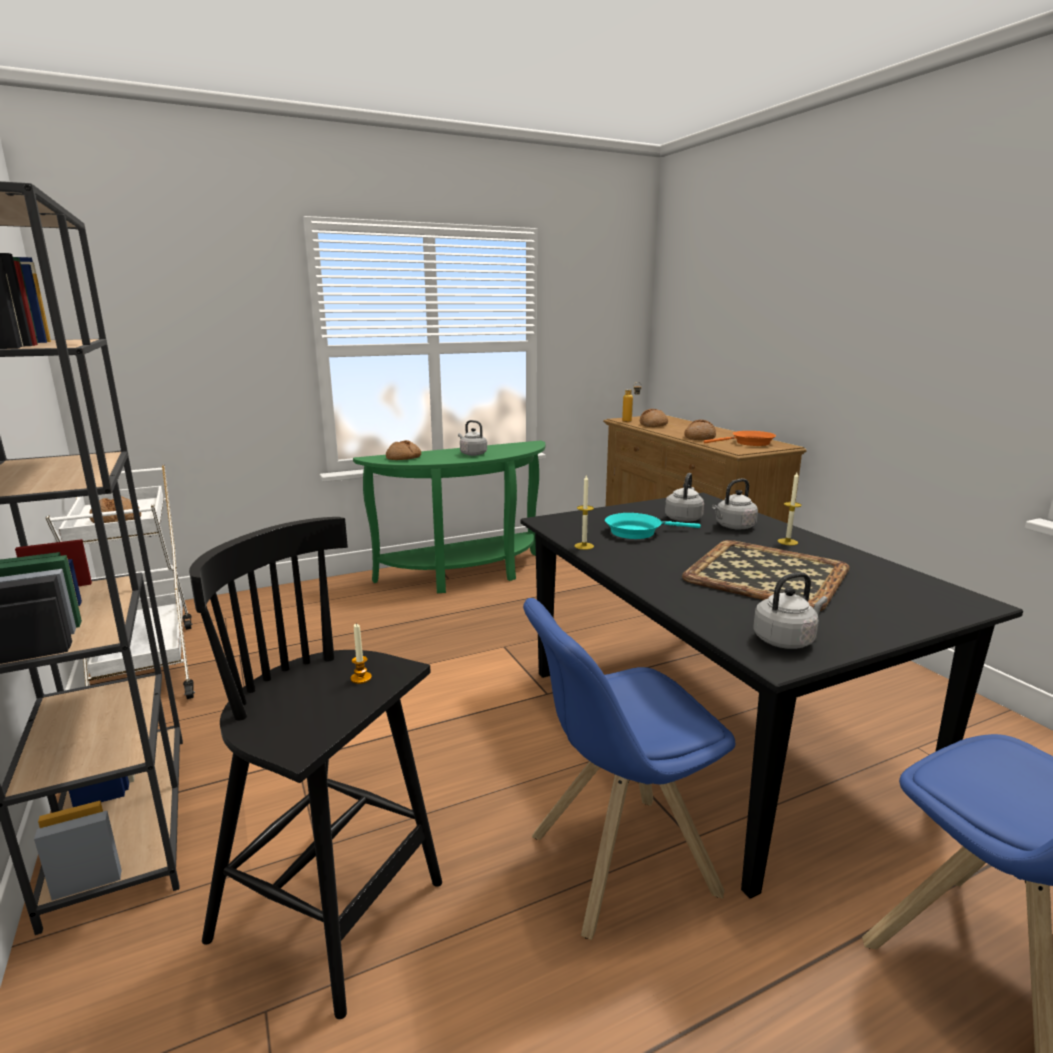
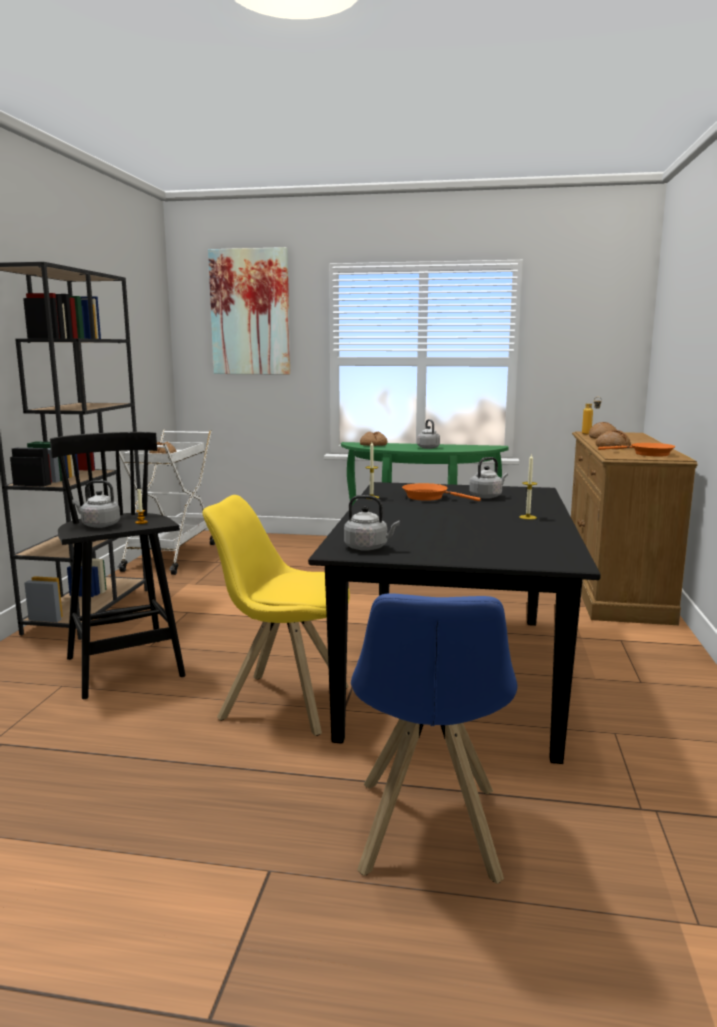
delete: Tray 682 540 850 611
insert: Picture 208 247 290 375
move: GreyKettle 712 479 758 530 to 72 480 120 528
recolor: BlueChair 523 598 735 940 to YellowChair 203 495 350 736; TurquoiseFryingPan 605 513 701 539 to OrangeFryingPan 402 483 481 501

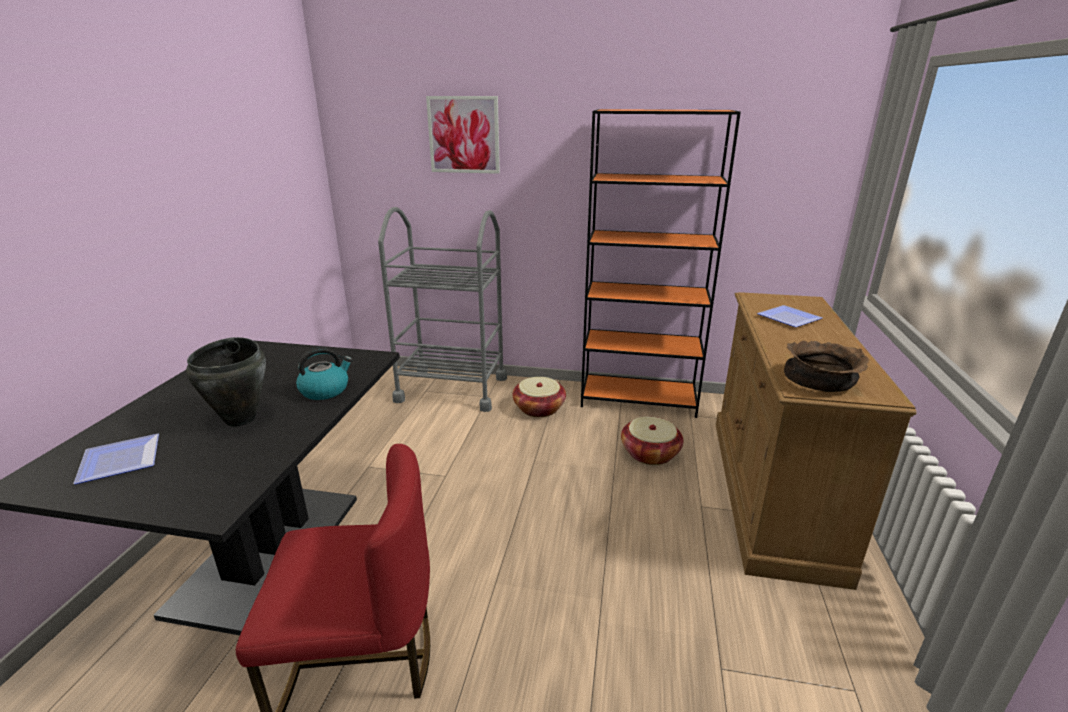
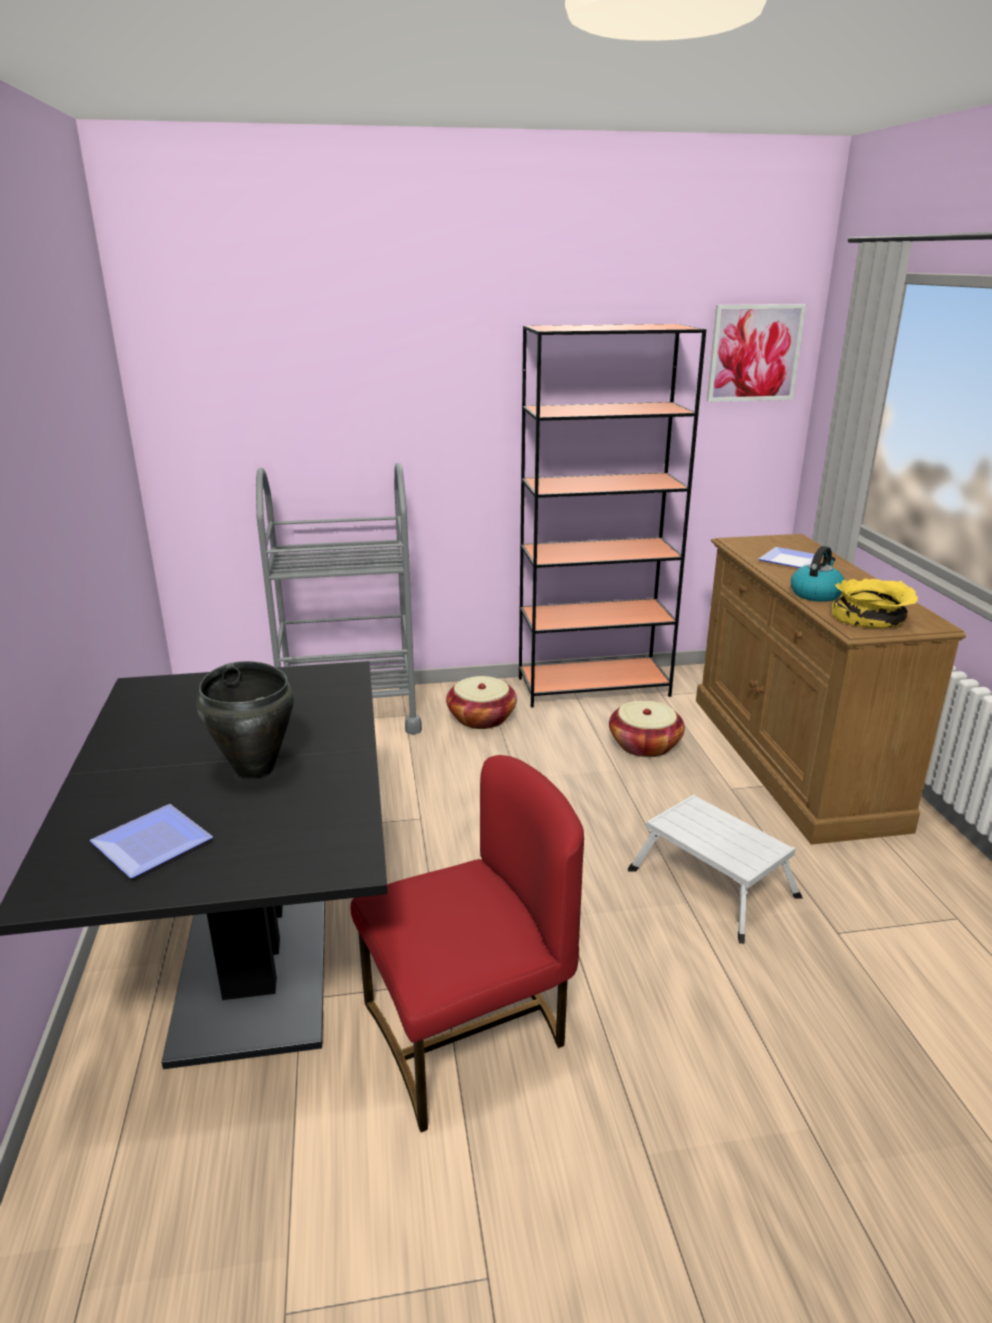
insert: WhiteStepLadder 628 795 803 944
move: Kettle 296 347 353 400 to 791 546 845 602; Picture 426 96 500 174 to 707 304 806 402
recolor: BrownBowl 784 341 869 392 to YellowBowl 832 579 918 629

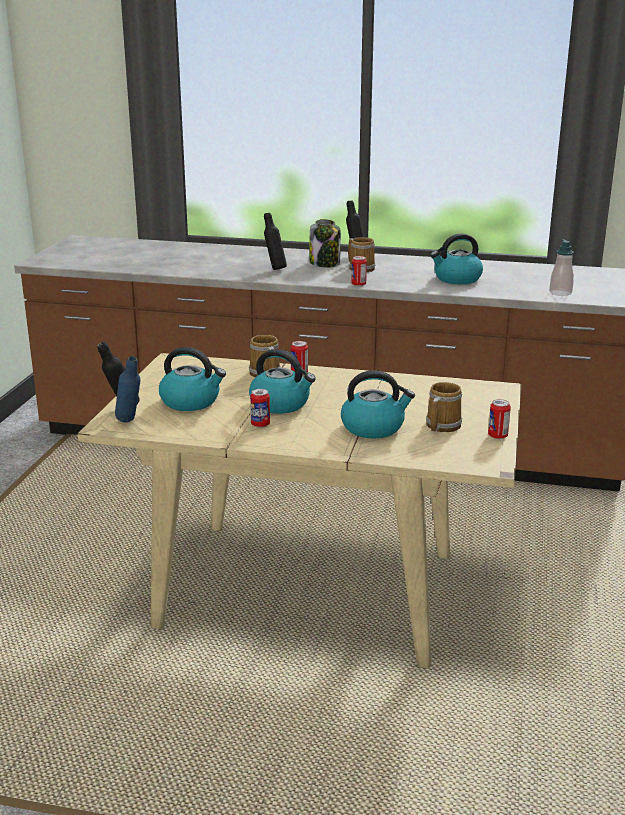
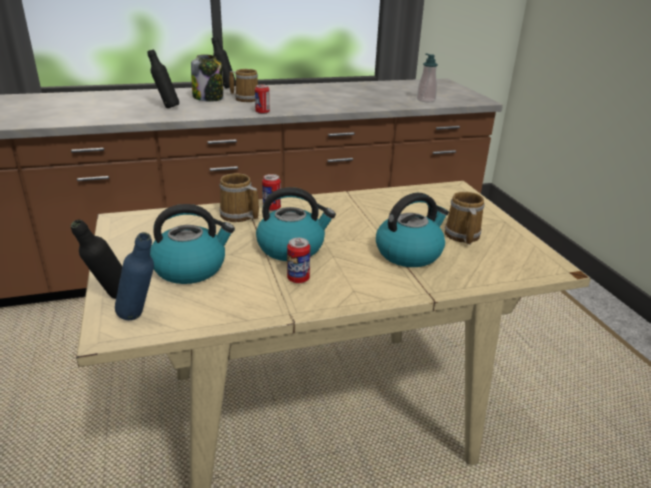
delete: Kettle 431 234 483 284; Can 488 399 511 439

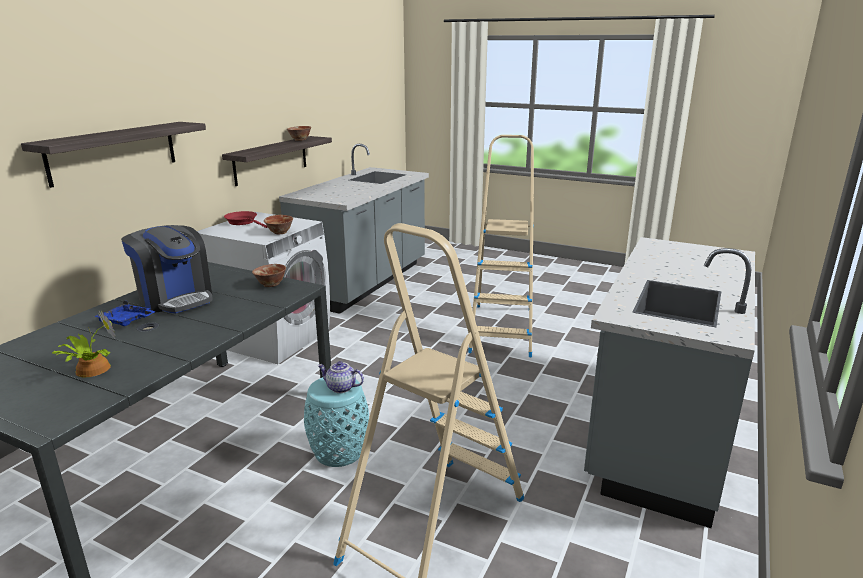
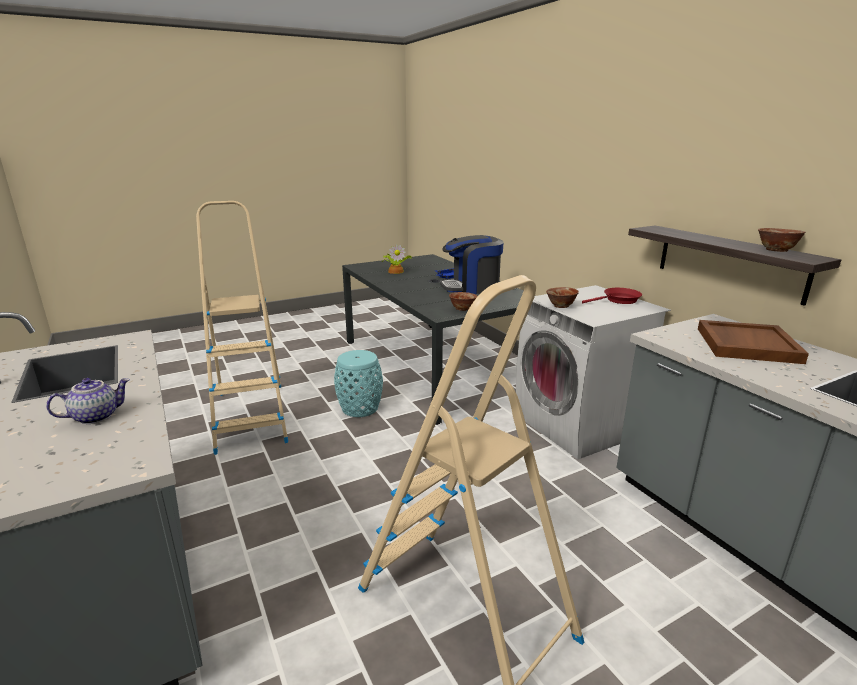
delete: Shelf 21 122 206 188
insert: BrownTray 698 320 809 364
move: Teapot 317 361 364 393 to 46 378 130 424

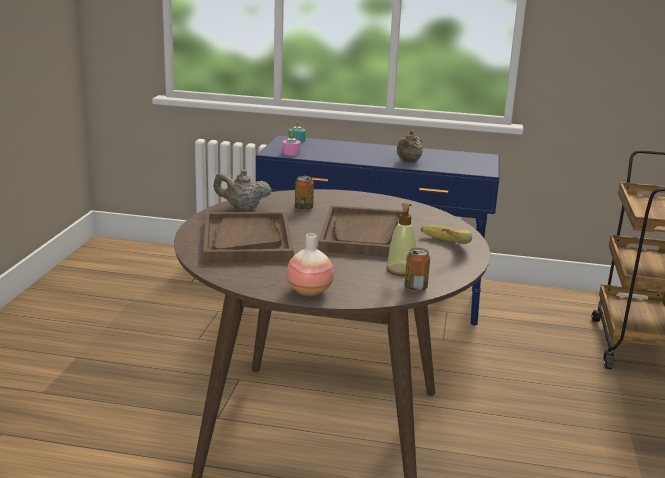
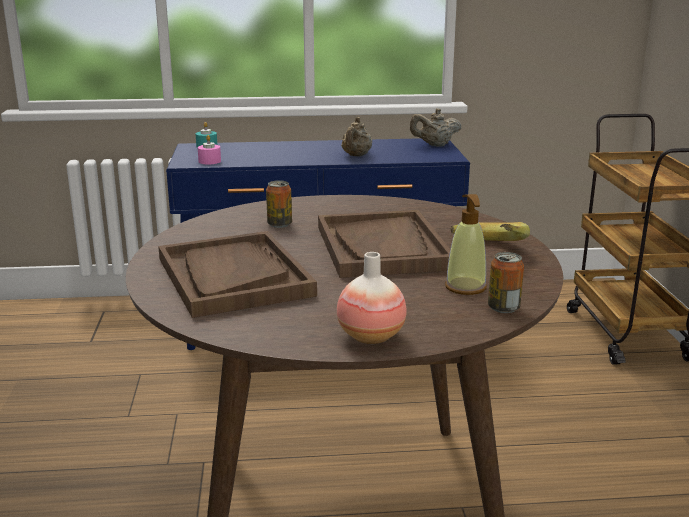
move: BeigeTeapot 214 169 272 211 to 410 108 462 147

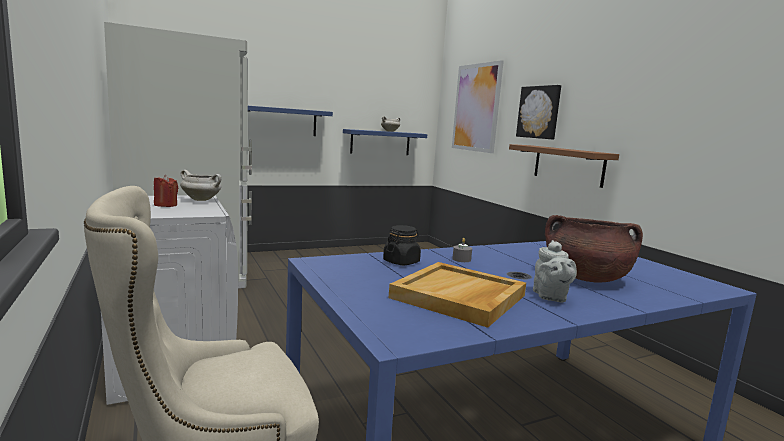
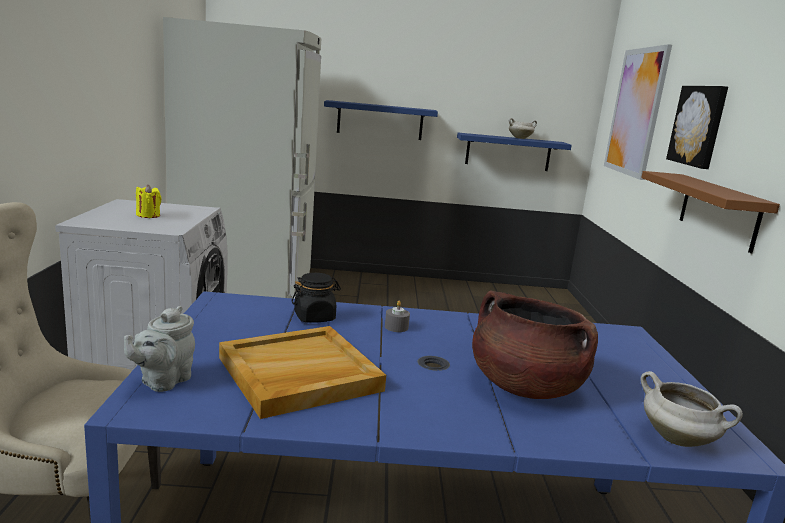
move: WhiteCookingPot 180 170 221 201 to 640 371 743 447; GreyTeapot 533 240 577 303 to 124 306 195 392
recolor: RedCandle 154 175 178 207 to YellowCandle 136 184 161 218

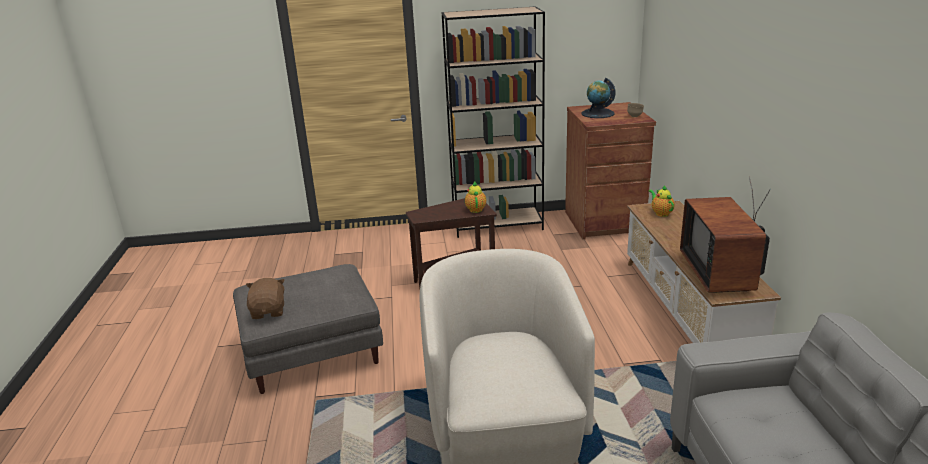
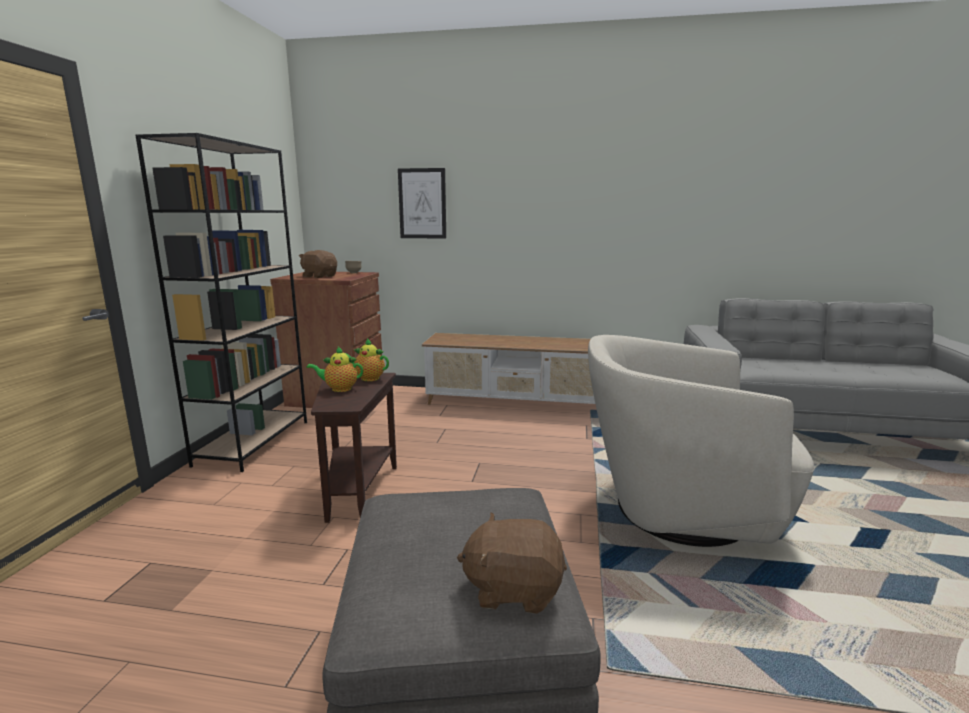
delete: Television 680 177 771 293
insert: Picture 398 168 446 239
move: Teapot 649 185 675 217 to 306 347 363 392
replace: Globe 581 78 616 118 to BrownPlushToy 299 250 337 278

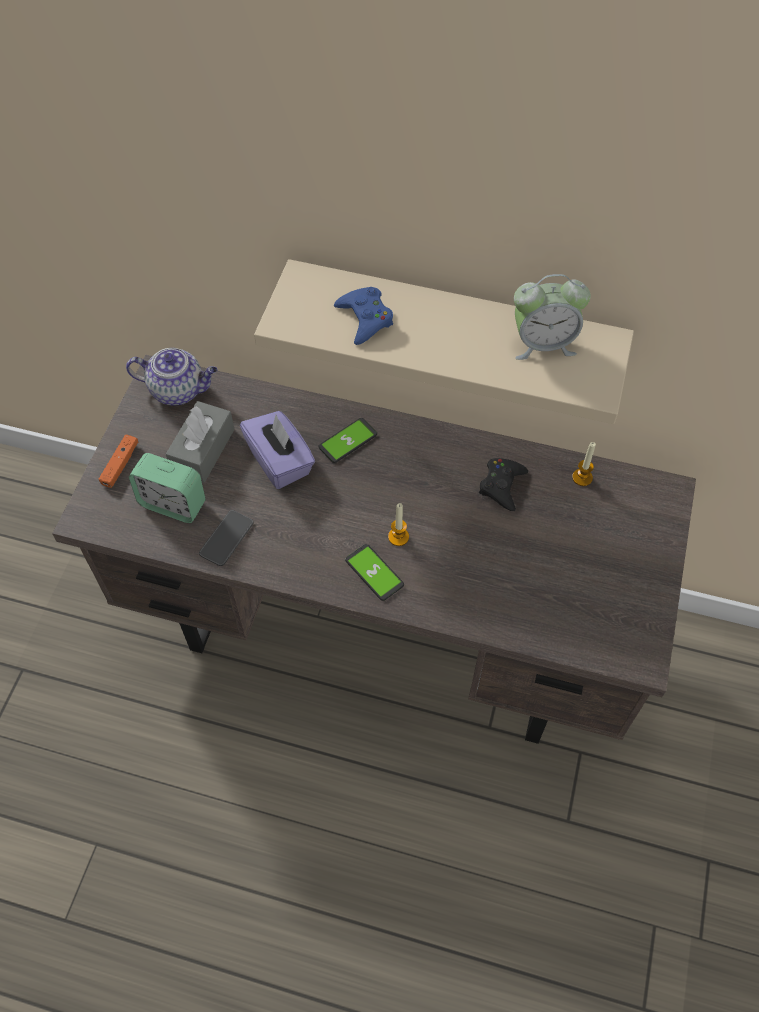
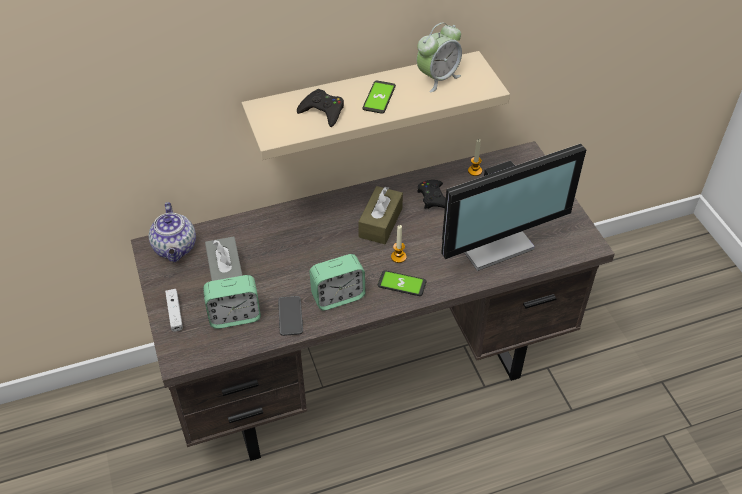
delete: PurpleTissueBox 240 411 315 489
insert: AlarmClock 309 254 366 311; BrownTissueBox 358 186 403 244; Monitor 441 143 586 271
move: Phone 318 418 377 463 to 362 80 396 114
recolor: OrangeGameController 99 435 138 488 to WhiteGameController 165 289 183 332; BlueGameController 334 287 393 345 to BlackGameController 297 89 344 127
rotate: Teapot 126 348 218 406 = 148 202 196 262 105 degrees clockwise

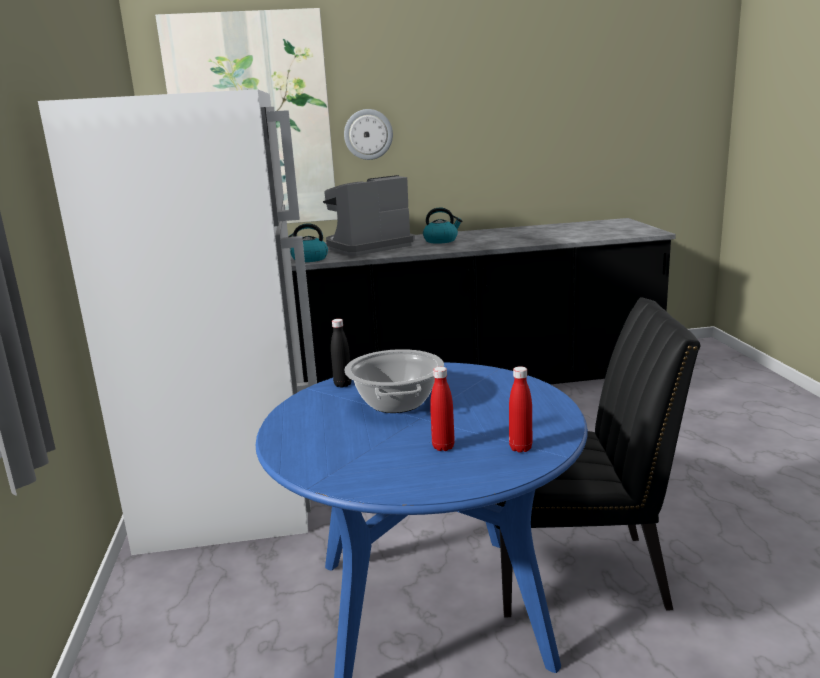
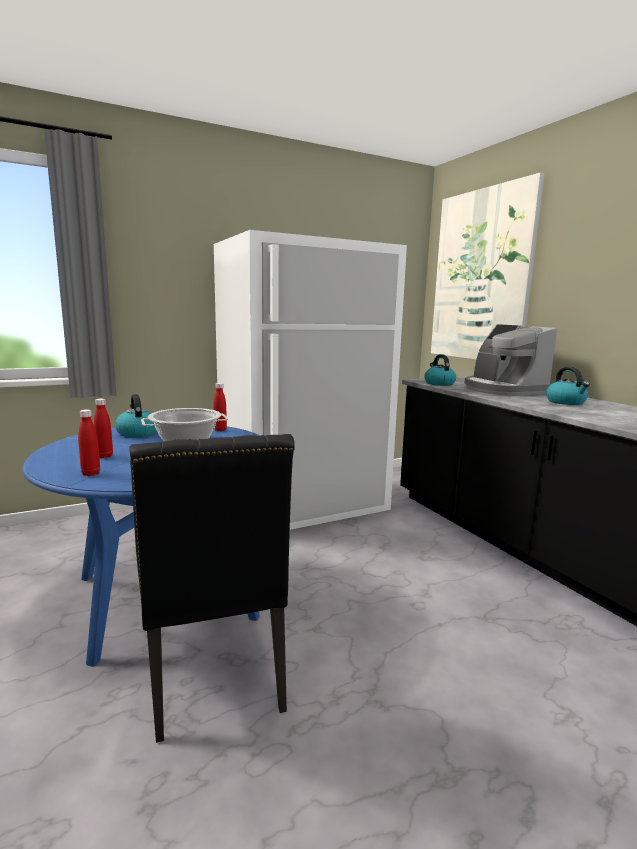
delete: WallClock 344 109 393 160
insert: Kettle 115 394 157 437
recolor: BlackBottle 331 319 352 388 to RedBottle 213 383 227 431
rotate: CoffeeMachine 323 175 415 256 = 464 324 557 396 150 degrees counterclockwise

